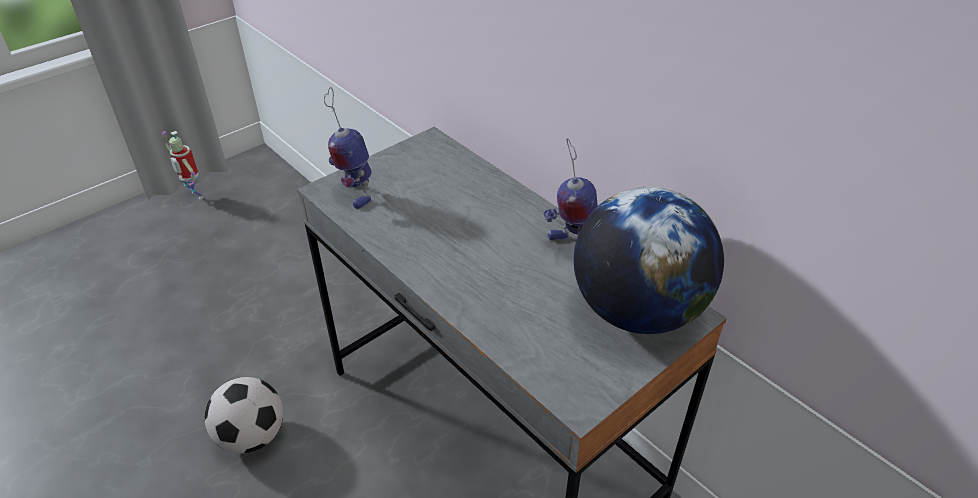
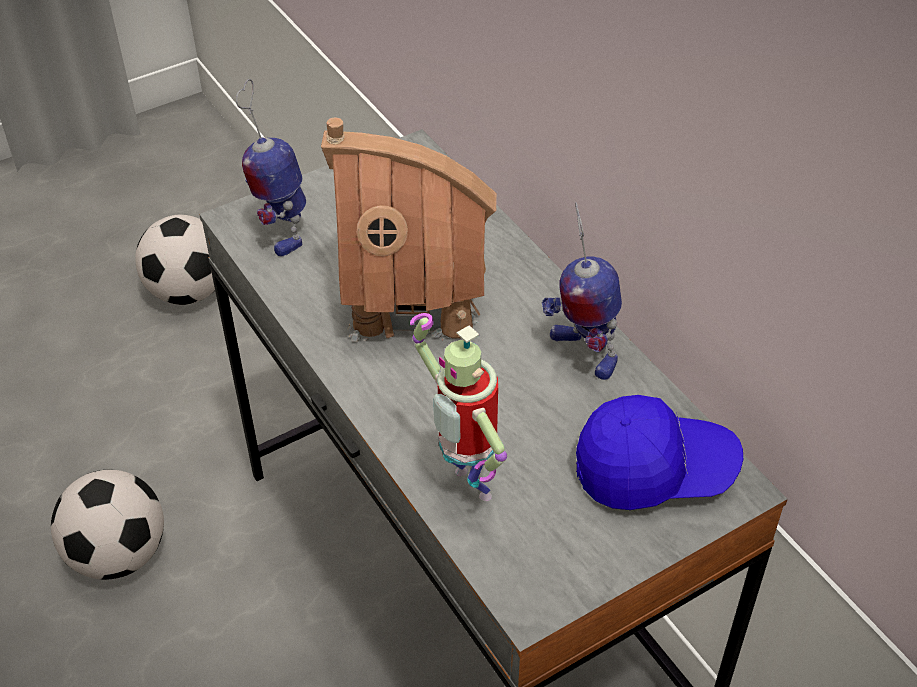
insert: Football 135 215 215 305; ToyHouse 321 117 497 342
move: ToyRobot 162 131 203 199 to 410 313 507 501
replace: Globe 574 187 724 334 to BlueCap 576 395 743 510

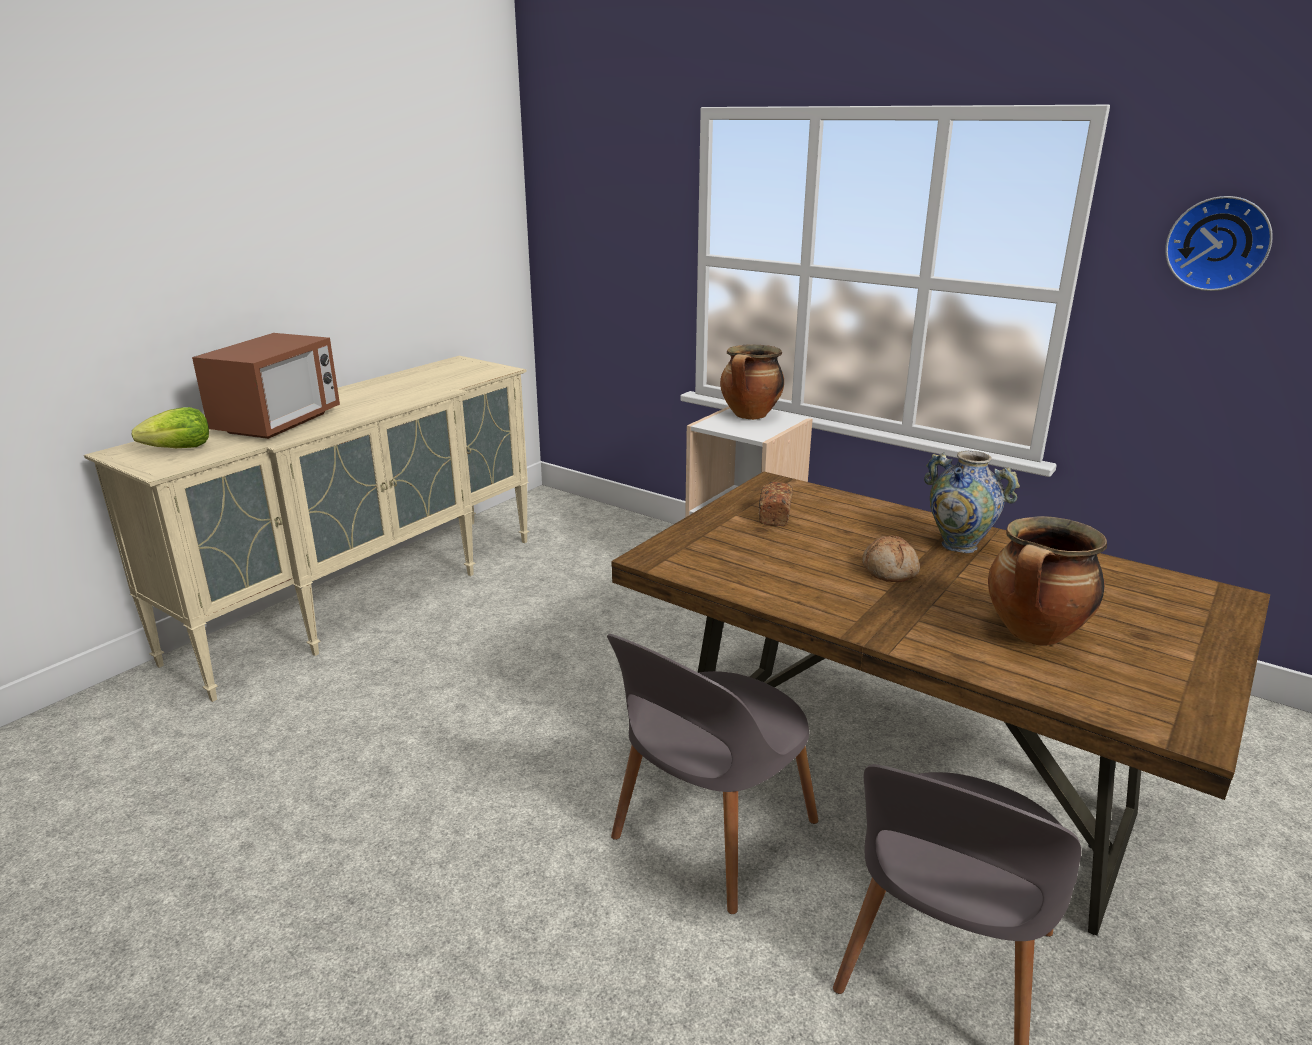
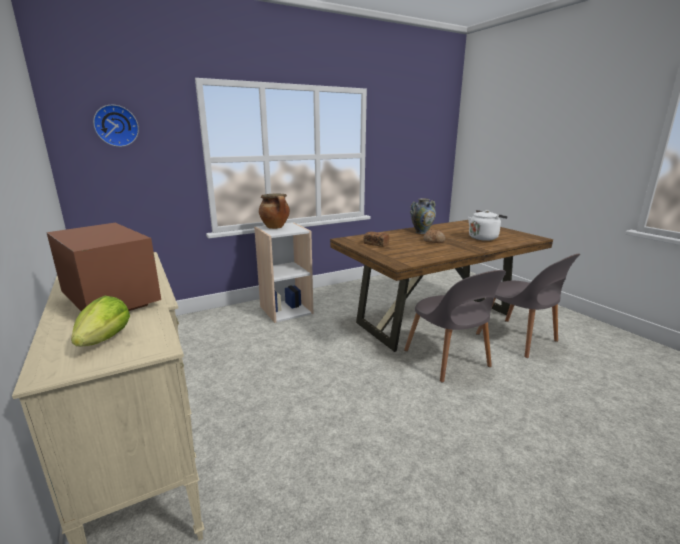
move: WallClock 1165 196 1273 291 to 93 105 139 147
replace: CookingPot 988 516 1107 646 to WhiteKettle 468 210 508 241

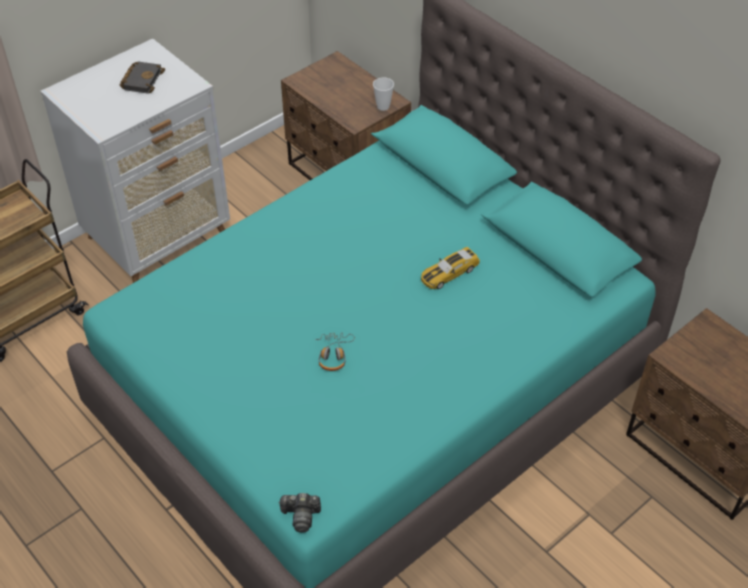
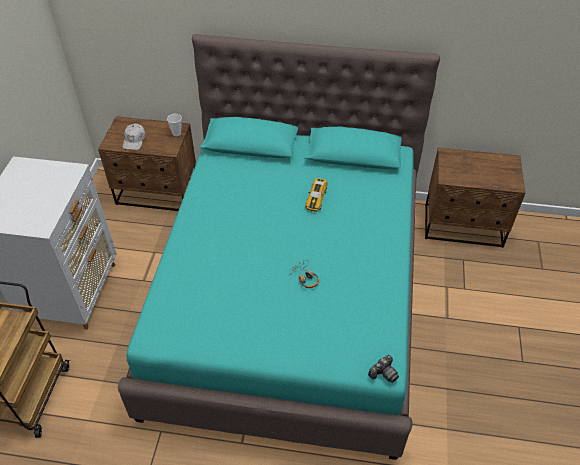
delete: BlackBook 119 61 165 94
insert: WhiteCap 123 124 145 150

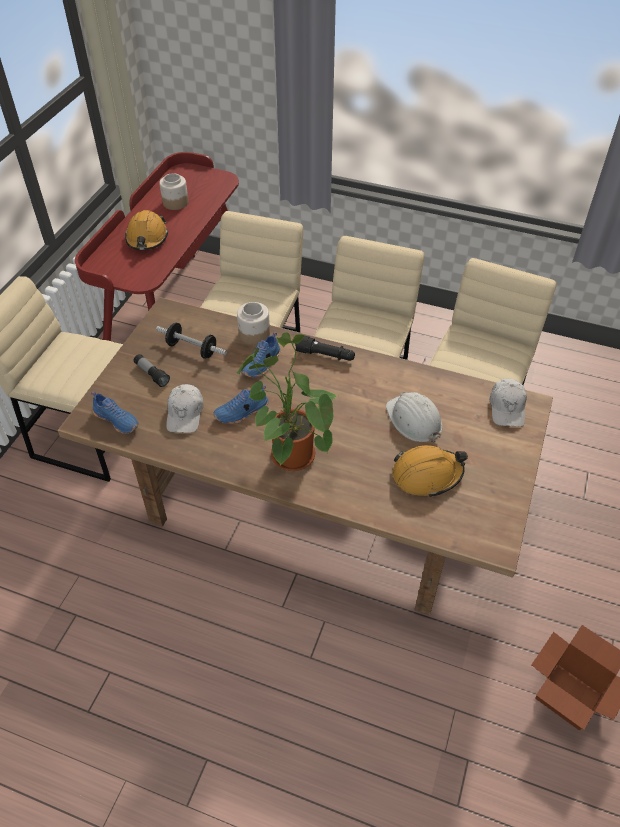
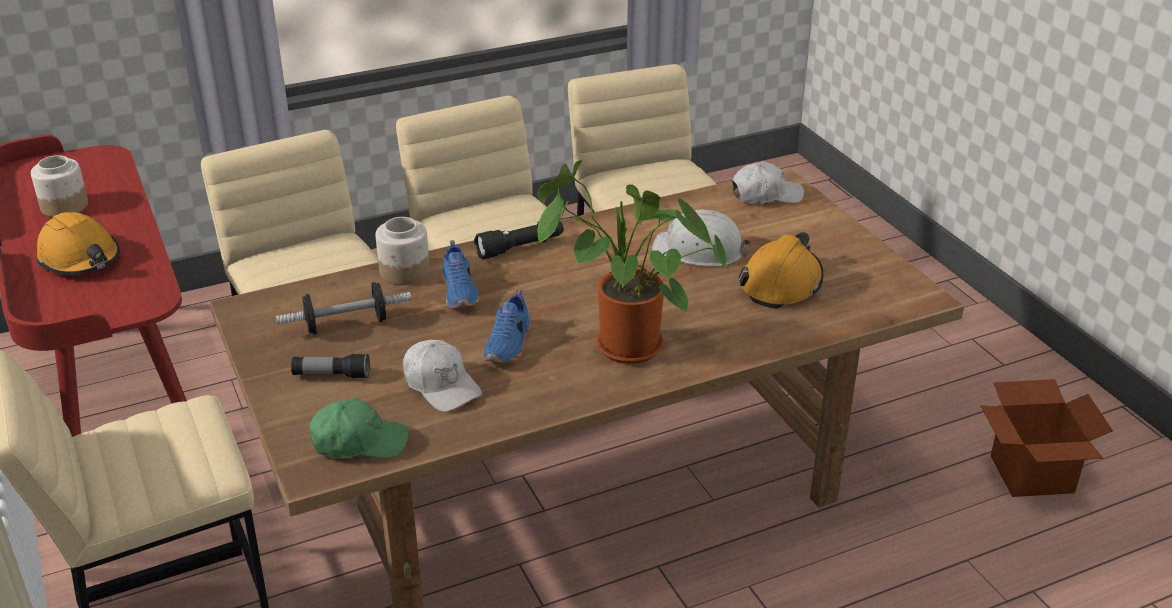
replace: BlueShoe 91 391 139 434 to GreenCap 310 398 409 459
rotate: WhiteCap 489 378 527 427 = 732 161 804 203 60 degrees counterclockwise

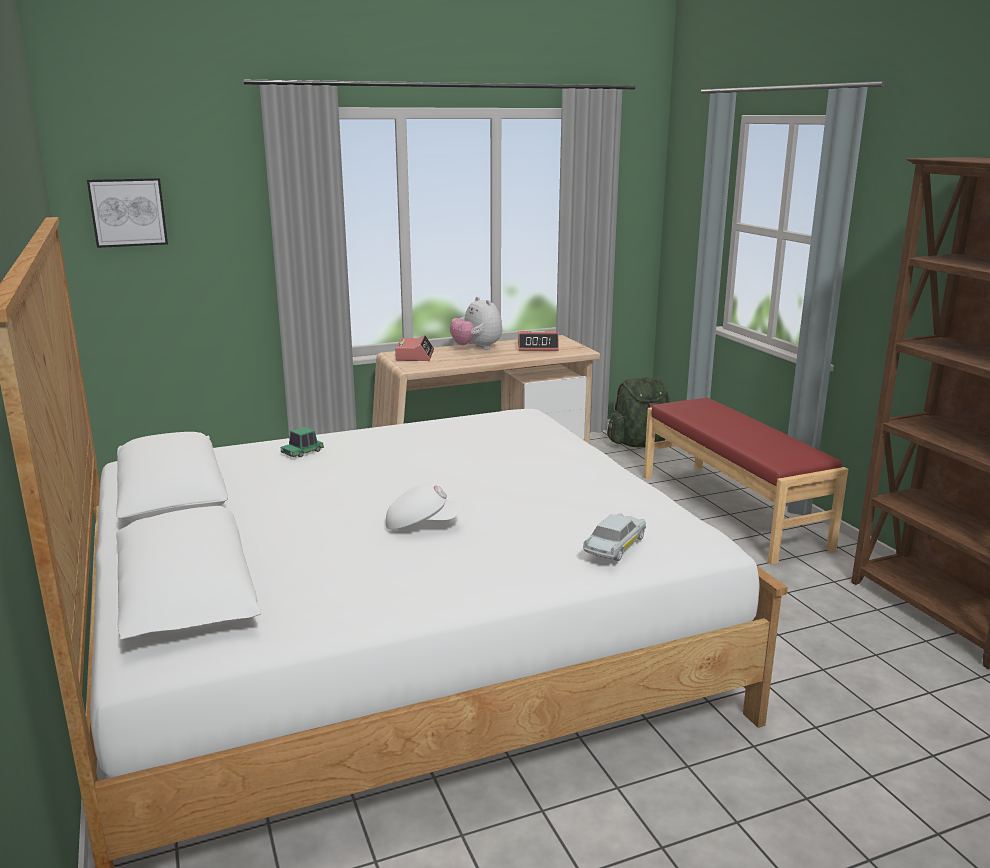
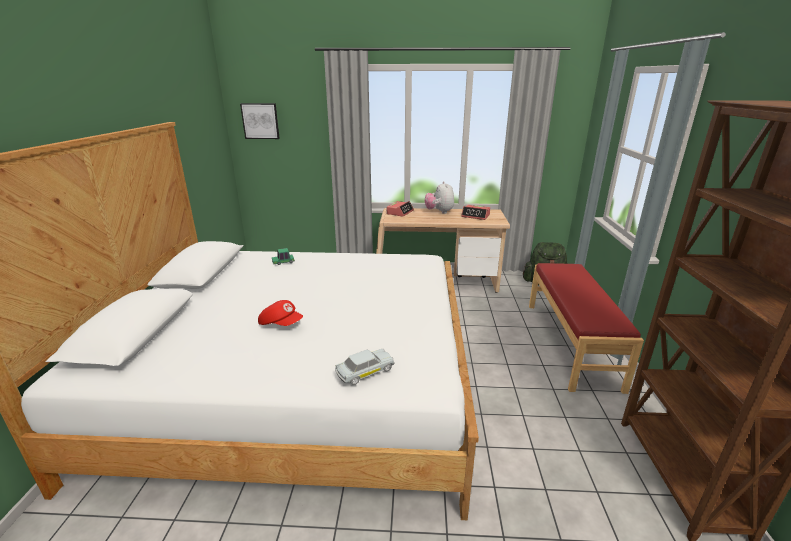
recolor: WhiteCap 386 484 464 530 to RedCap 258 300 303 326

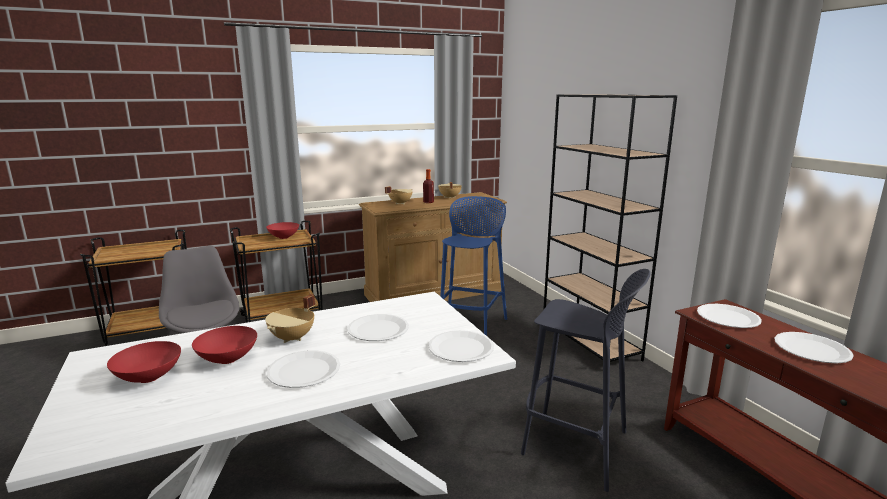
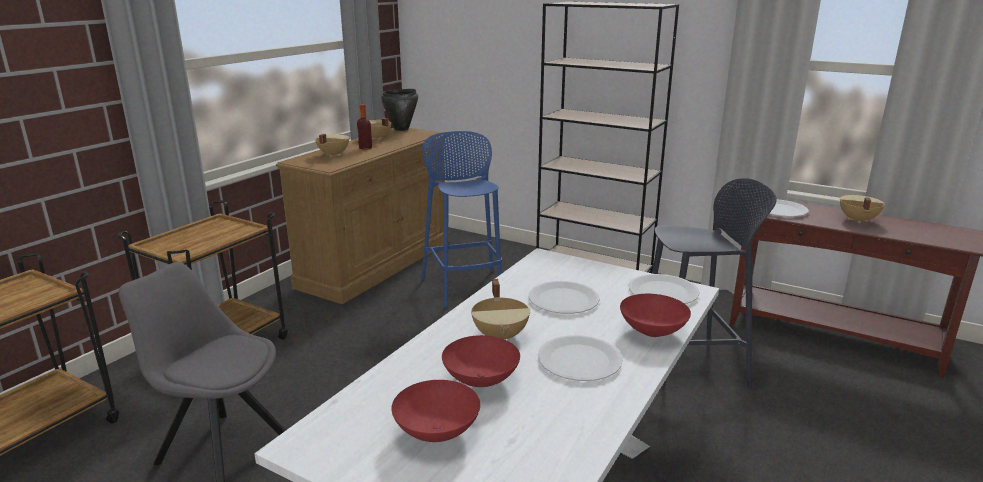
insert: BlackCookingPot 381 89 418 131
move: RedBowl 266 222 299 239 to 620 294 691 337
replace: WhitePlate 774 332 854 364 to BeigeCookingPot 840 194 885 223

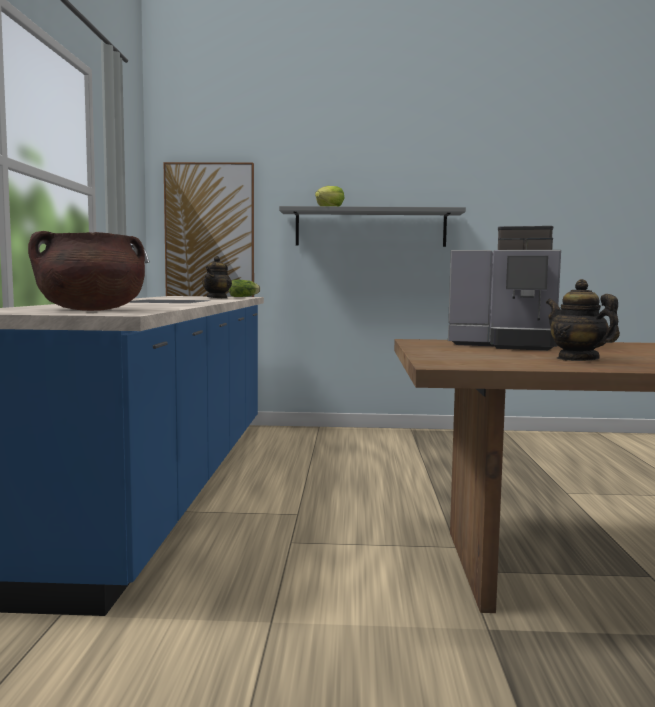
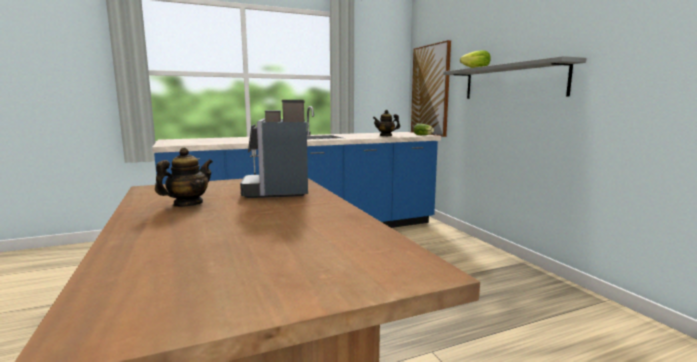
delete: BrownCookingPot 28 231 145 311

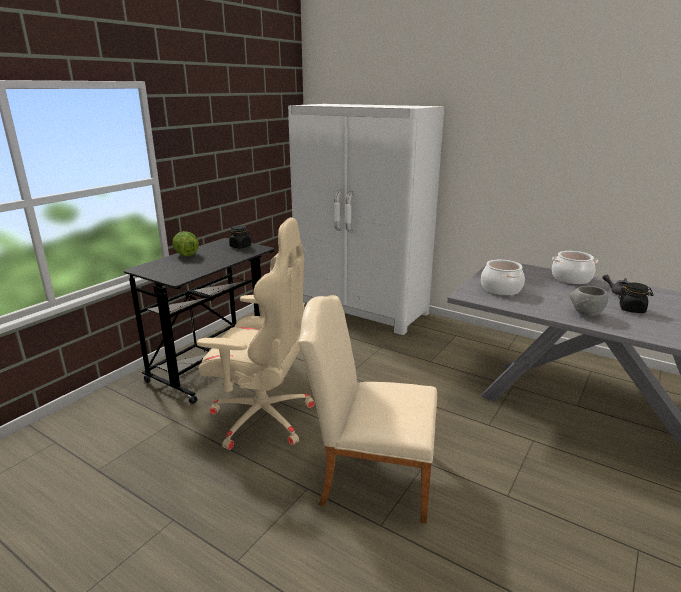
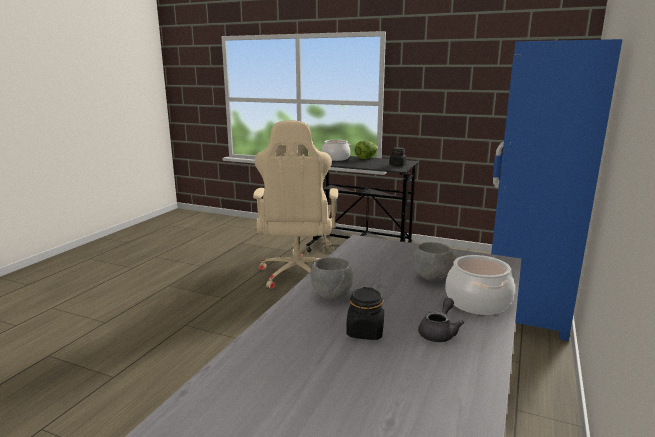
delete: BeigeChair 298 295 437 523
insert: GreyBowl 413 242 456 281
move: CookingPot 481 260 525 295 to 321 140 350 161
recolor: WhiteCabinet 288 104 444 335 to BlueCabinet 491 39 623 341

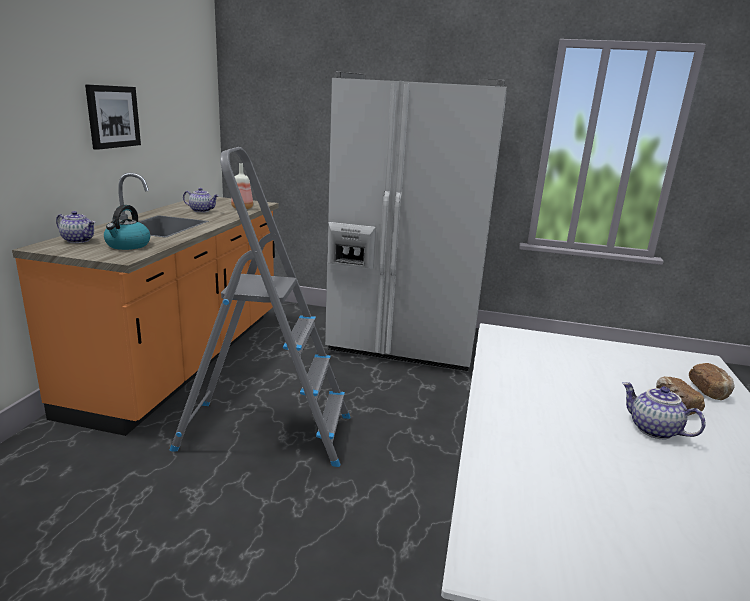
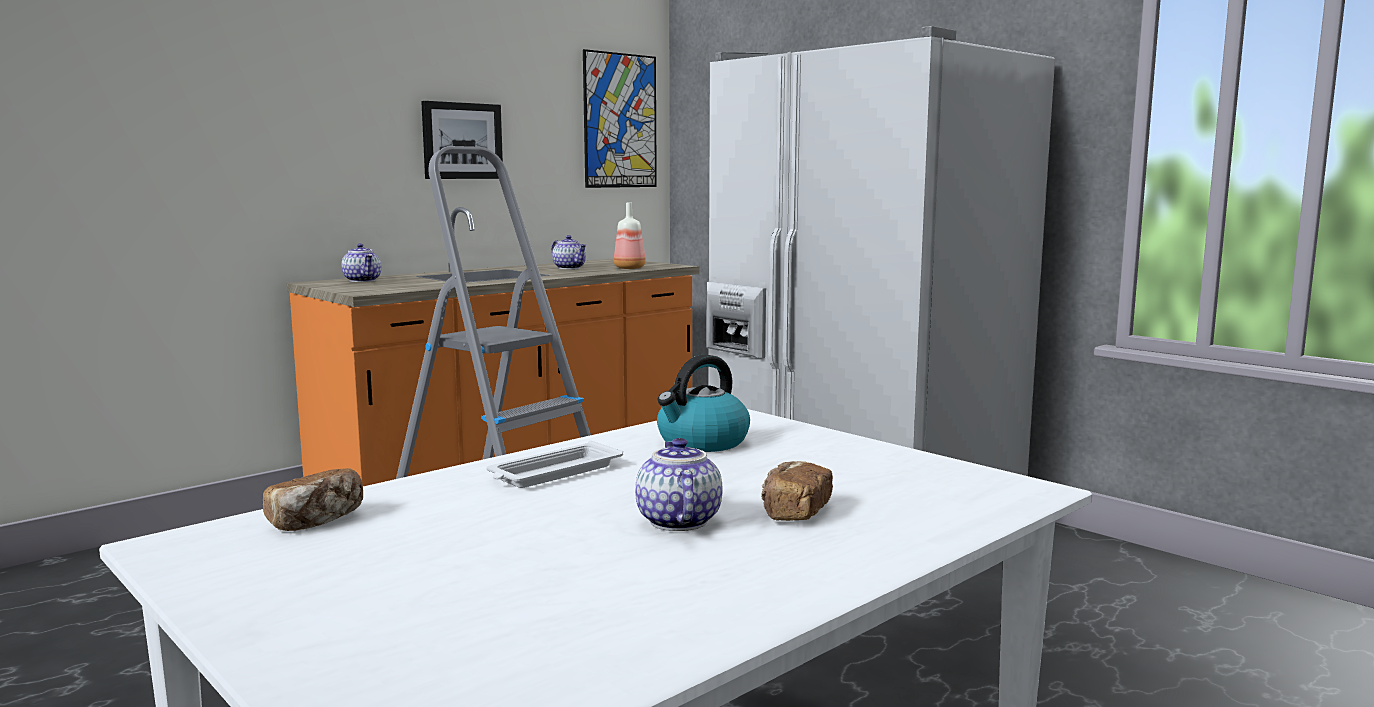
insert: WhiteTray 487 441 623 488; Picture 583 49 657 188
move: Kettle 104 205 151 250 to 657 354 750 452; Bread 689 363 734 400 to 263 468 363 531

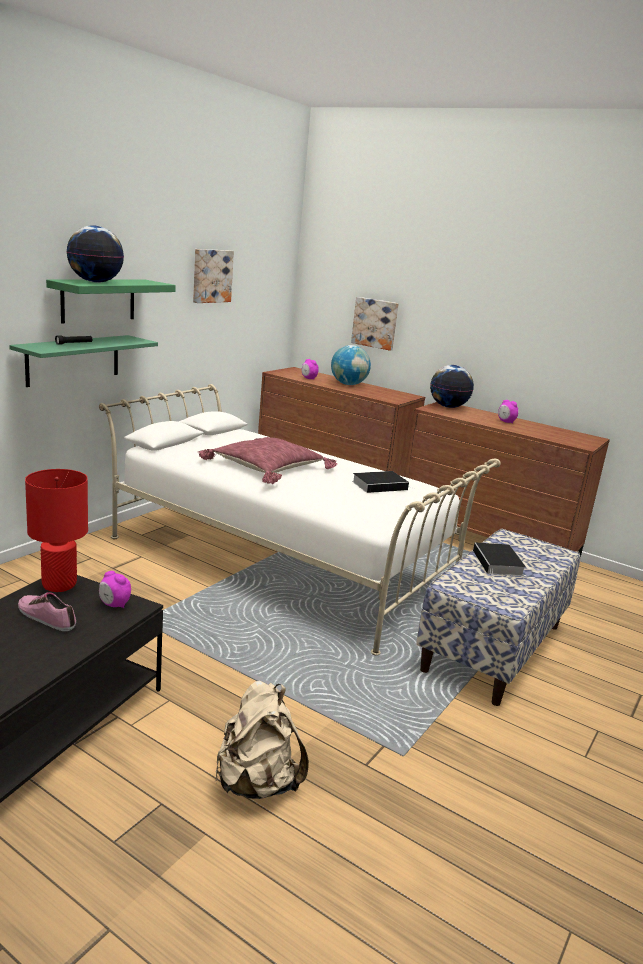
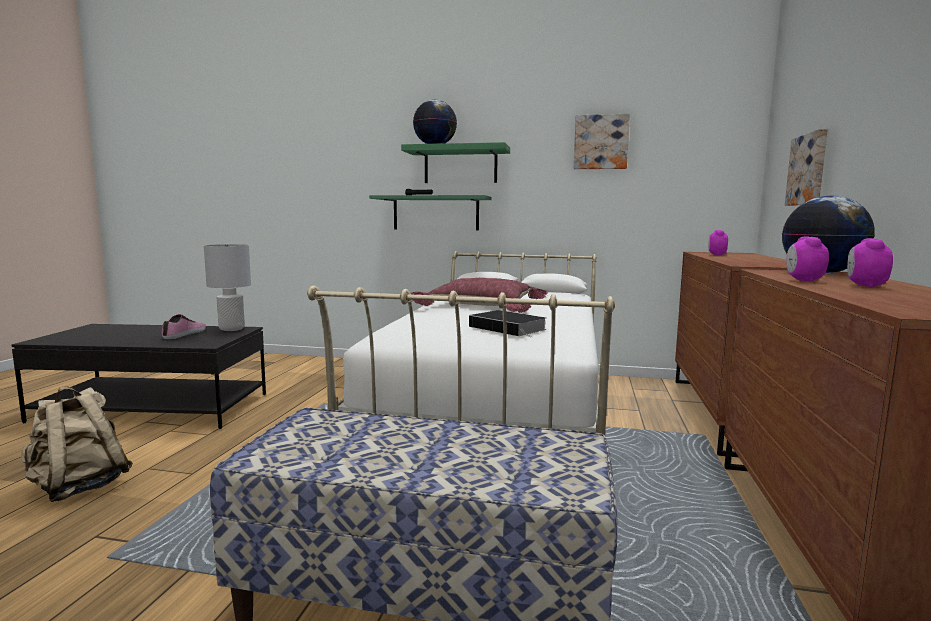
delete: Globe 331 345 371 385; Book 473 543 526 579
move: AlarmClock 99 571 131 608 to 786 236 829 282
recolor: RedTableLamp 25 469 88 592 to GreyTableLamp 204 244 251 331

